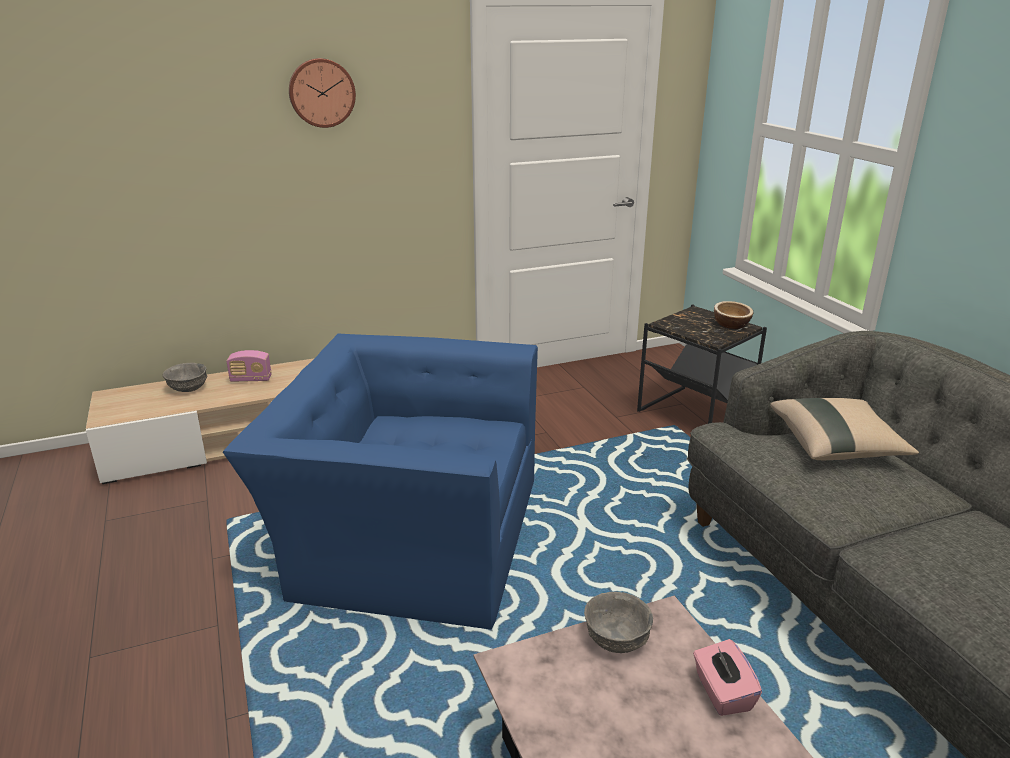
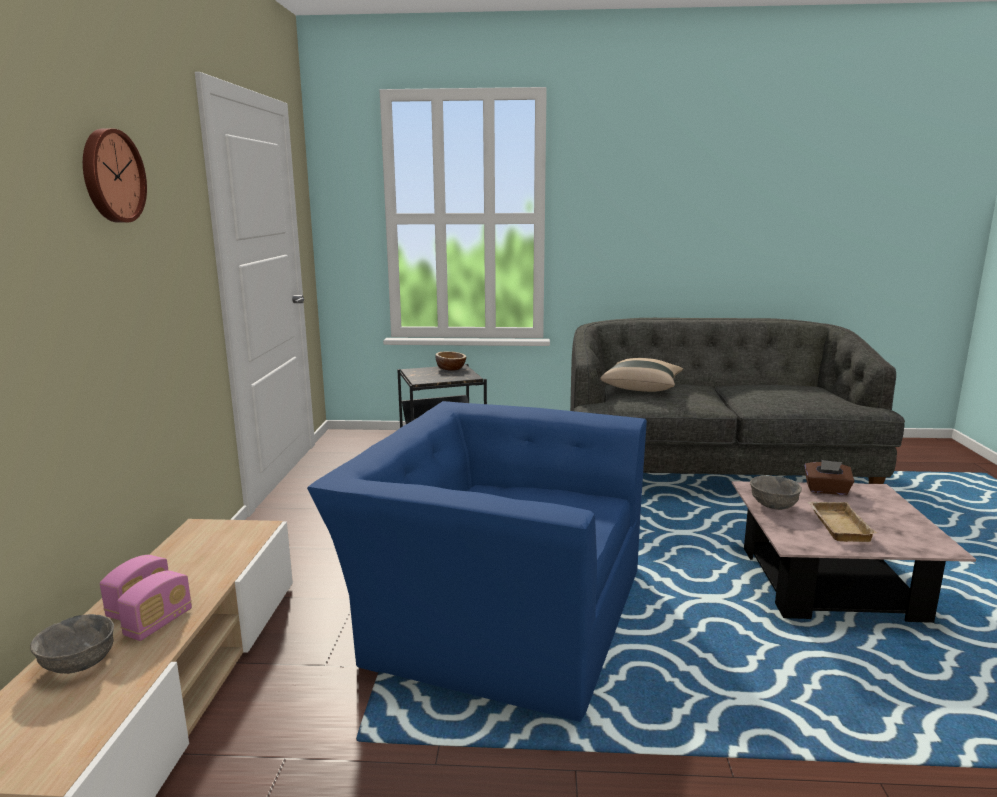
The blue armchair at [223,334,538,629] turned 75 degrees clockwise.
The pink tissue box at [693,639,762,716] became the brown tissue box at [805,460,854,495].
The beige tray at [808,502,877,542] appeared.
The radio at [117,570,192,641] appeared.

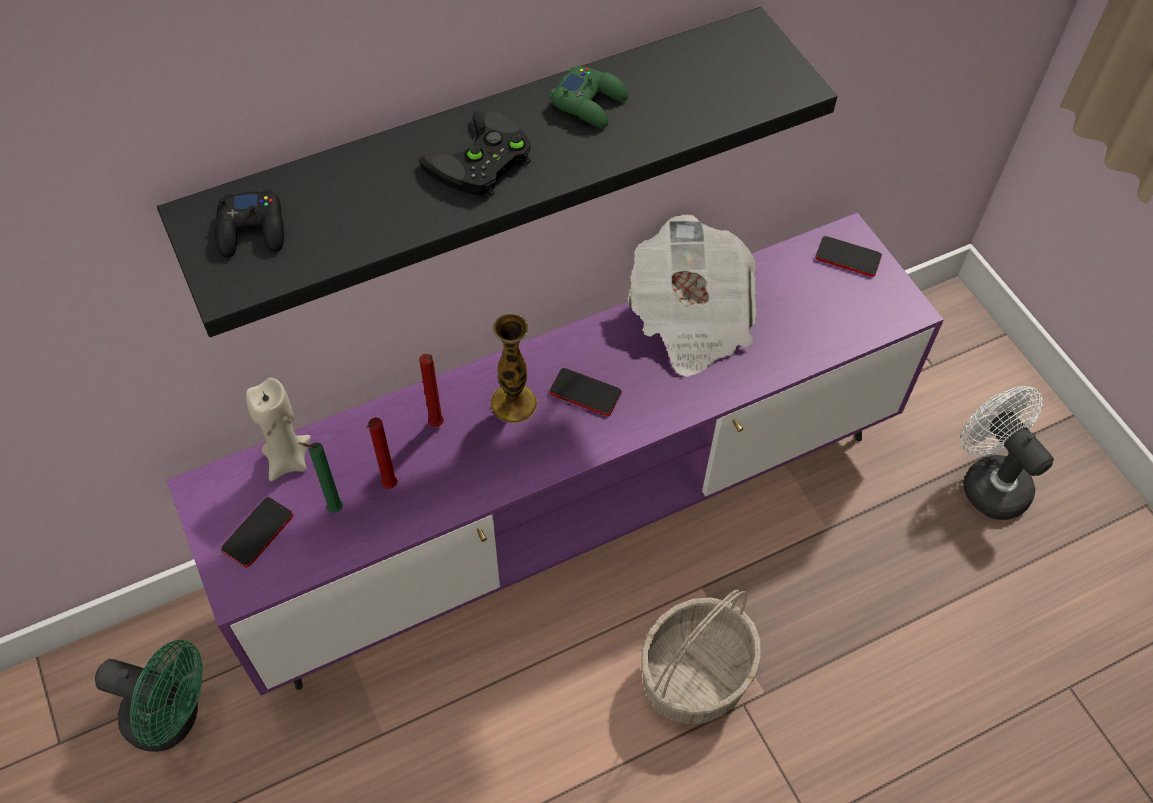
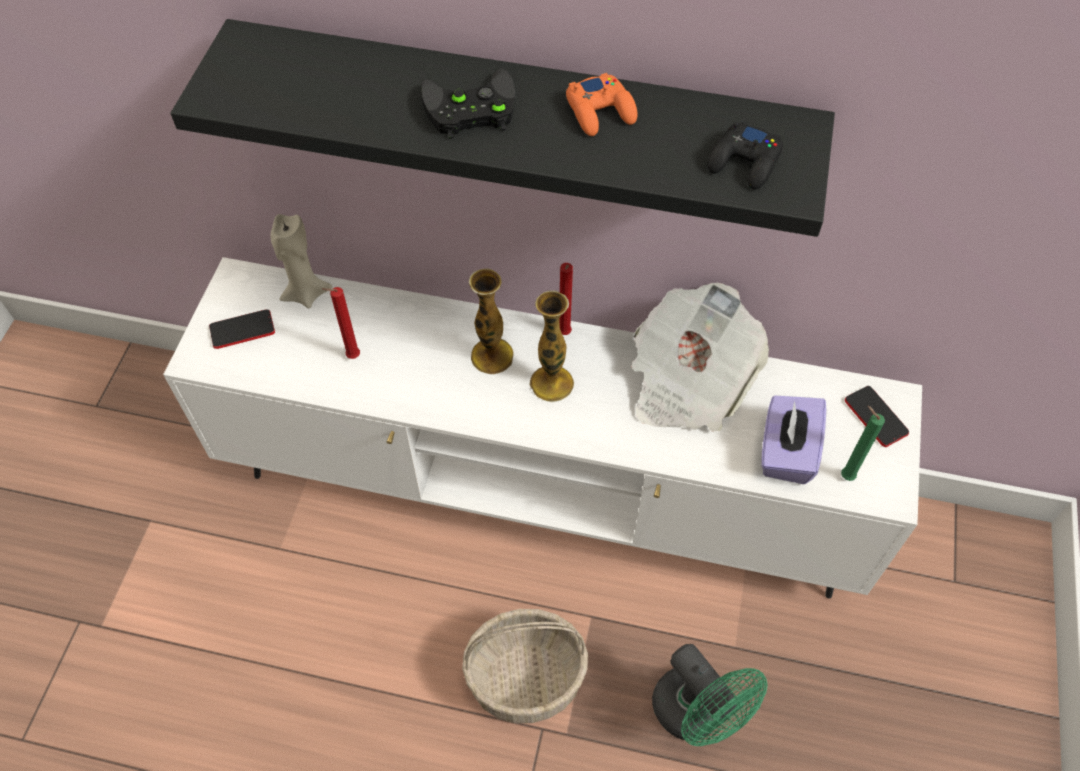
The green game controller at [550,66,628,128] became the orange game controller at [566,73,638,136].
The black game controller moved from [215,189,284,258] to [707,121,783,190].
The purple tv stand at [167,212,944,695] became the white tv stand at [163,257,922,599].
The red candle moved from [419,354,444,427] to [559,263,573,335].
The phone at [549,368,622,416] was replaced by the vase at [529,290,574,402].
The white fan at [961,386,1054,520] disappeared.
The green candle moved from [298,442,343,513] to [841,406,885,481].
The green fan moved from [95,640,203,752] to [652,644,768,746].
The purple tissue box at [762,396,826,484] appeared.

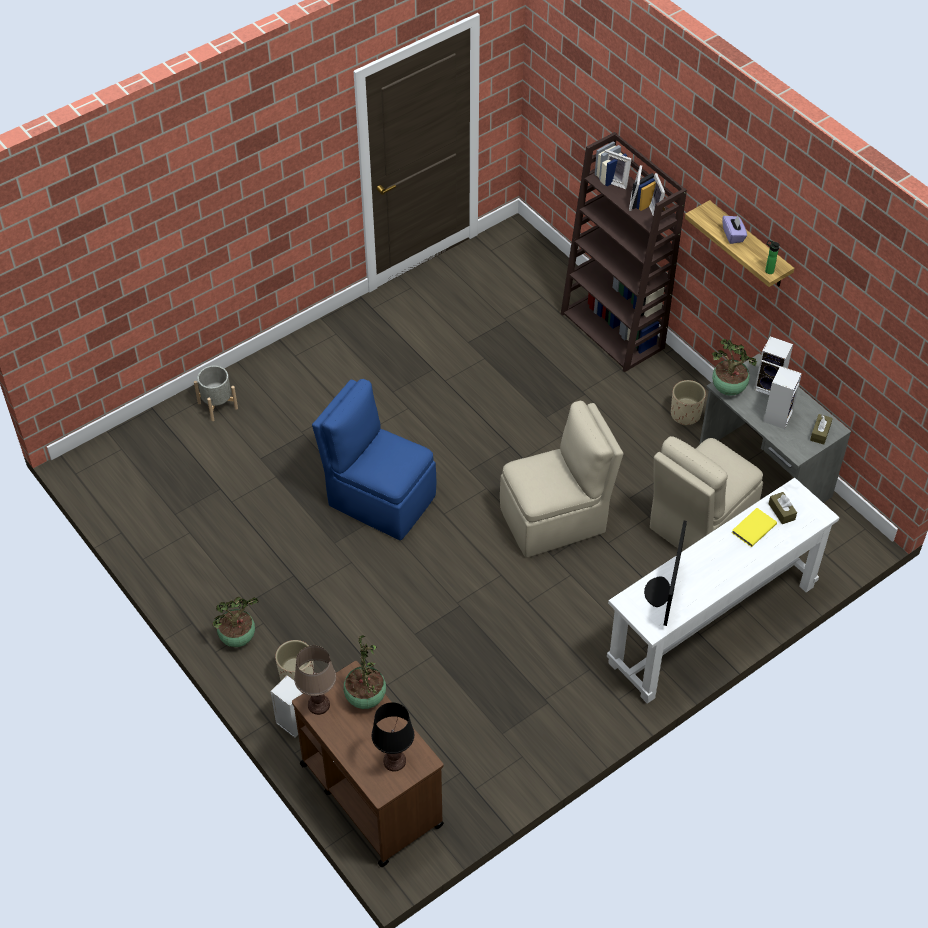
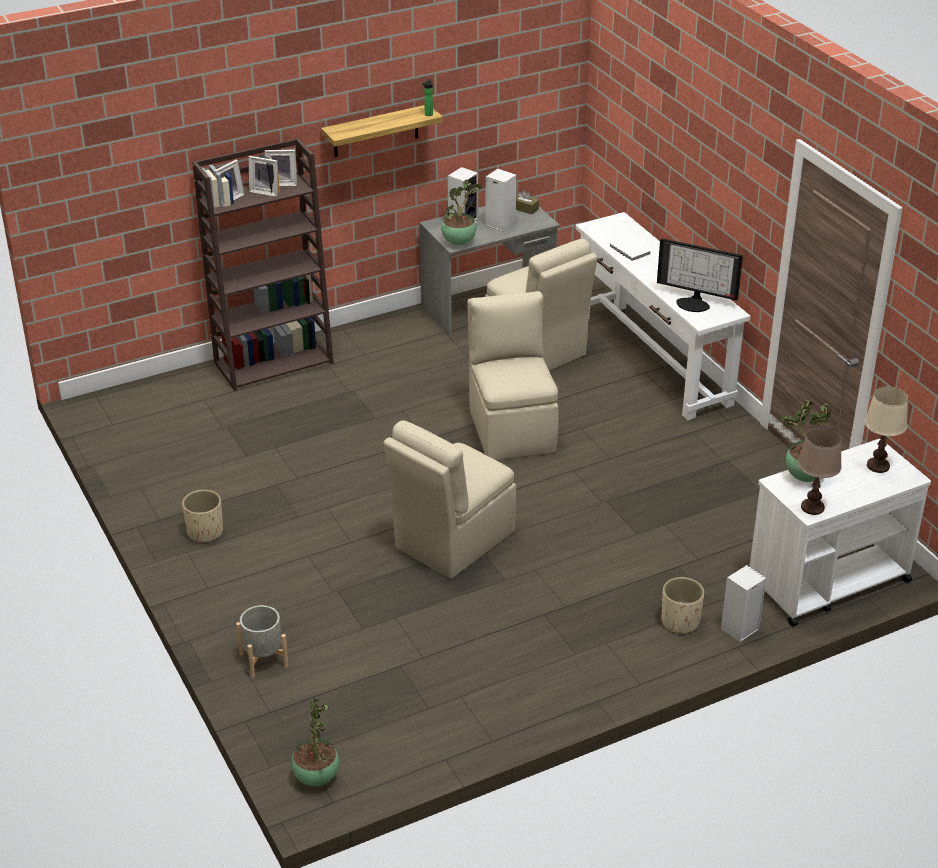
The purple tissue box at [723,215,747,244] disappeared.
The blue chair at [312,379,436,540] became the beige chair at [383,421,516,579].
The beige planter moved from [671,380,706,426] to [182,490,223,543].
The brown tissue box at [769,492,797,524] disappeared.
The yellow book at [732,508,777,547] became the white book at [609,237,650,261].
The potted plant moved from [212,597,259,647] to [291,699,339,787].
The brown cart at [292,661,444,867] became the white cart at [749,439,931,626].
The black table lamp at [372,702,414,771] became the beige table lamp at [864,386,908,473].

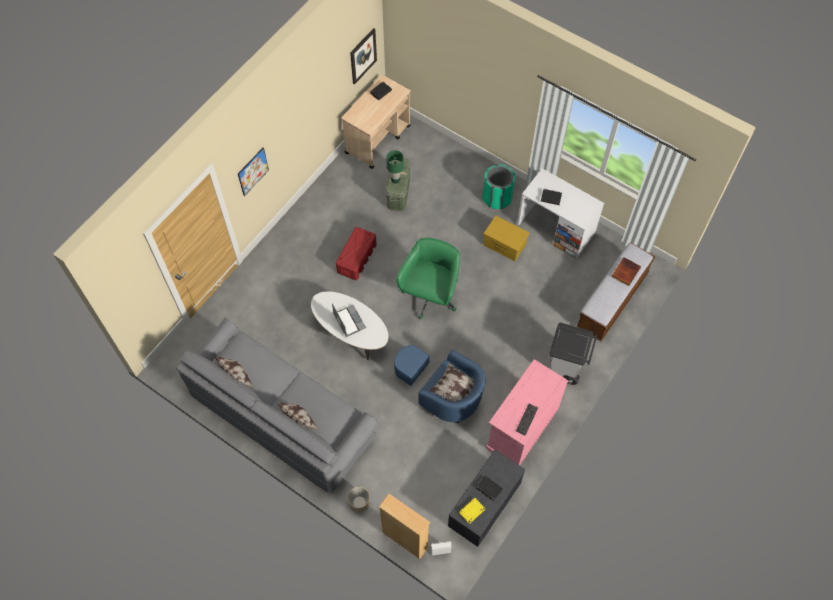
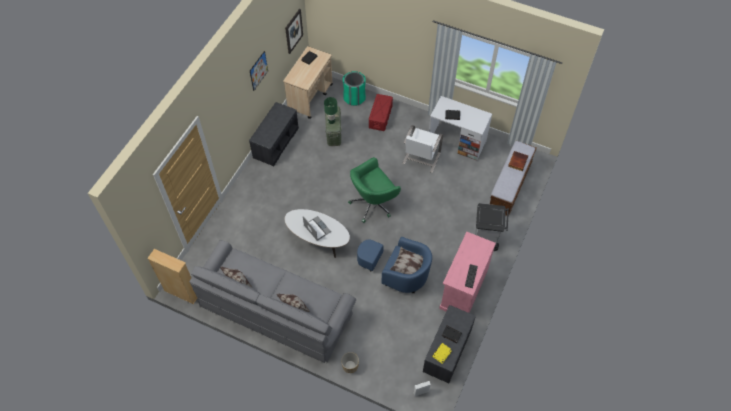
The picture moved from [238,147,269,196] to [250,51,268,91].
The green trash can moved from [482,164,516,209] to [343,71,366,106].
The yellow storage box at [483,216,530,261] was replaced by the white chair at [402,125,443,173].
The red storage box moved from [336,227,377,280] to [369,94,393,131].
The green office chair at [396,238,460,319] turned 135 degrees counterclockwise.
The beige bookcase moved from [379,493,430,559] to [147,249,197,304].
The grey bench at [249,102,299,166] appeared.

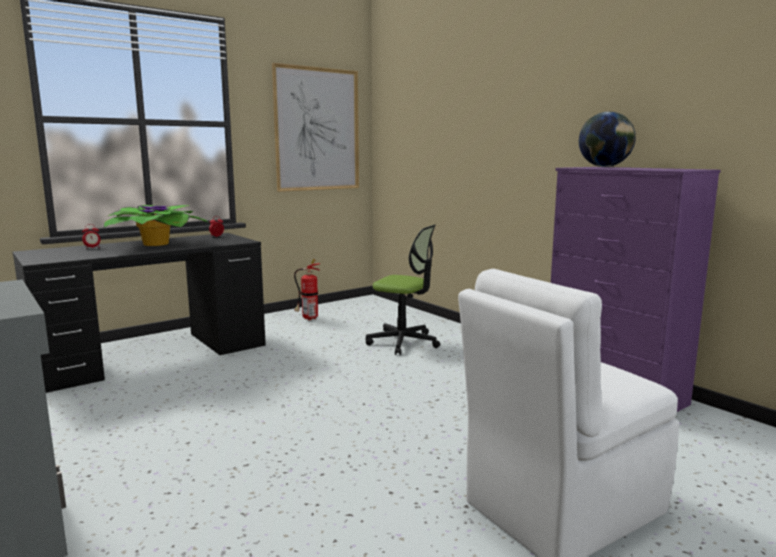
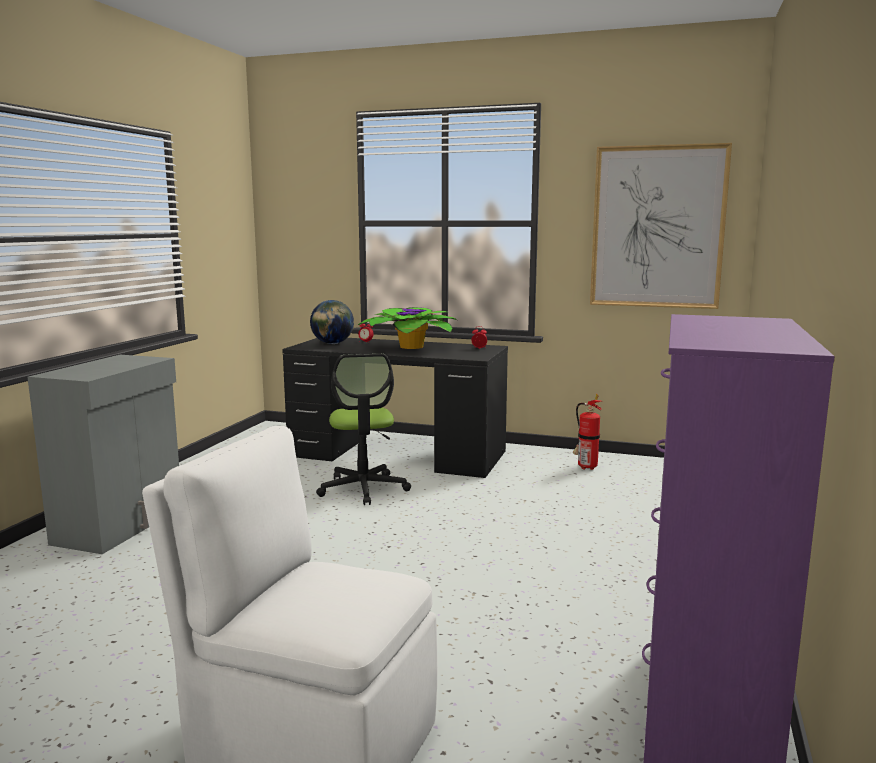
The globe moved from [579,112,636,167] to [310,300,354,344].
The office chair moved from [366,225,440,355] to [316,354,411,505].

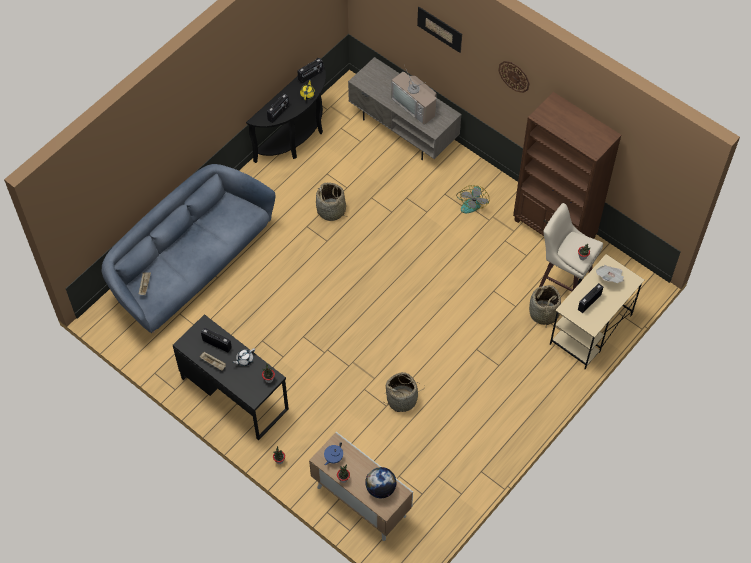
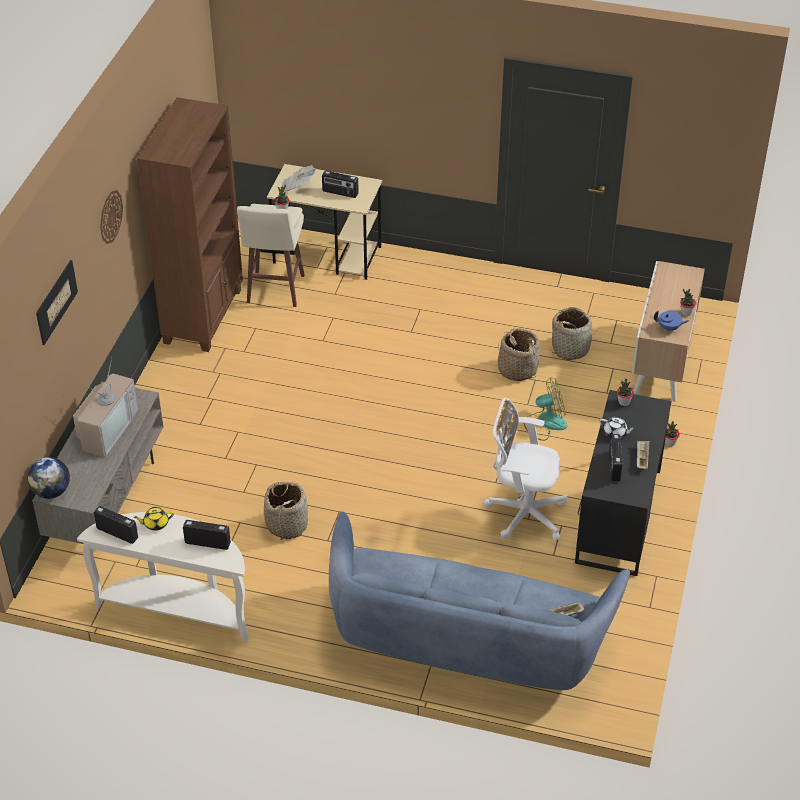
The black console table at [246,58,326,163] became the white console table at [77,512,249,643].
The fan moved from [456,185,490,213] to [523,377,567,441].
The basket moved from [529,285,561,327] to [549,307,598,360].
The globe moved from [365,467,397,498] to [27,457,70,499].
The white office chair at [483,398,568,541] appeared.

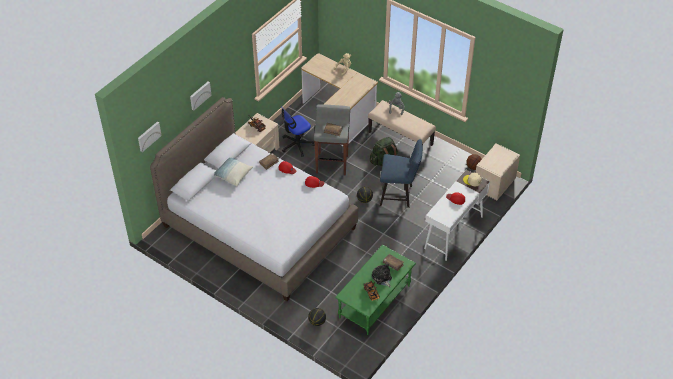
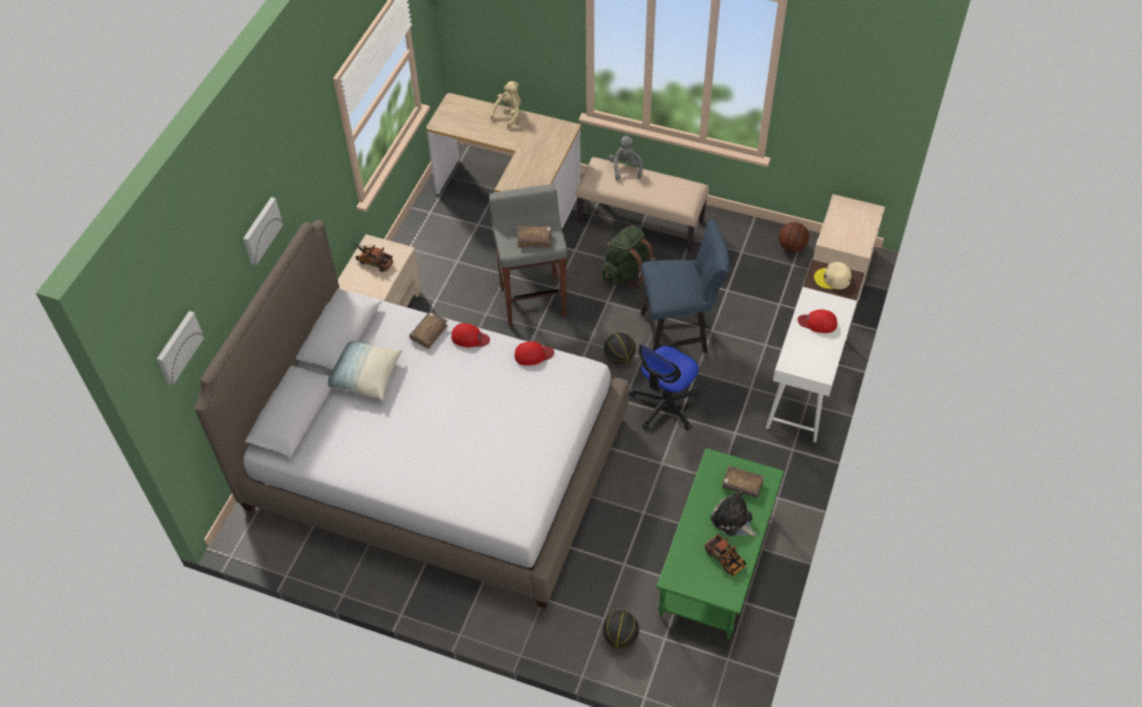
The office chair moved from [281,107,315,157] to [629,343,701,431].

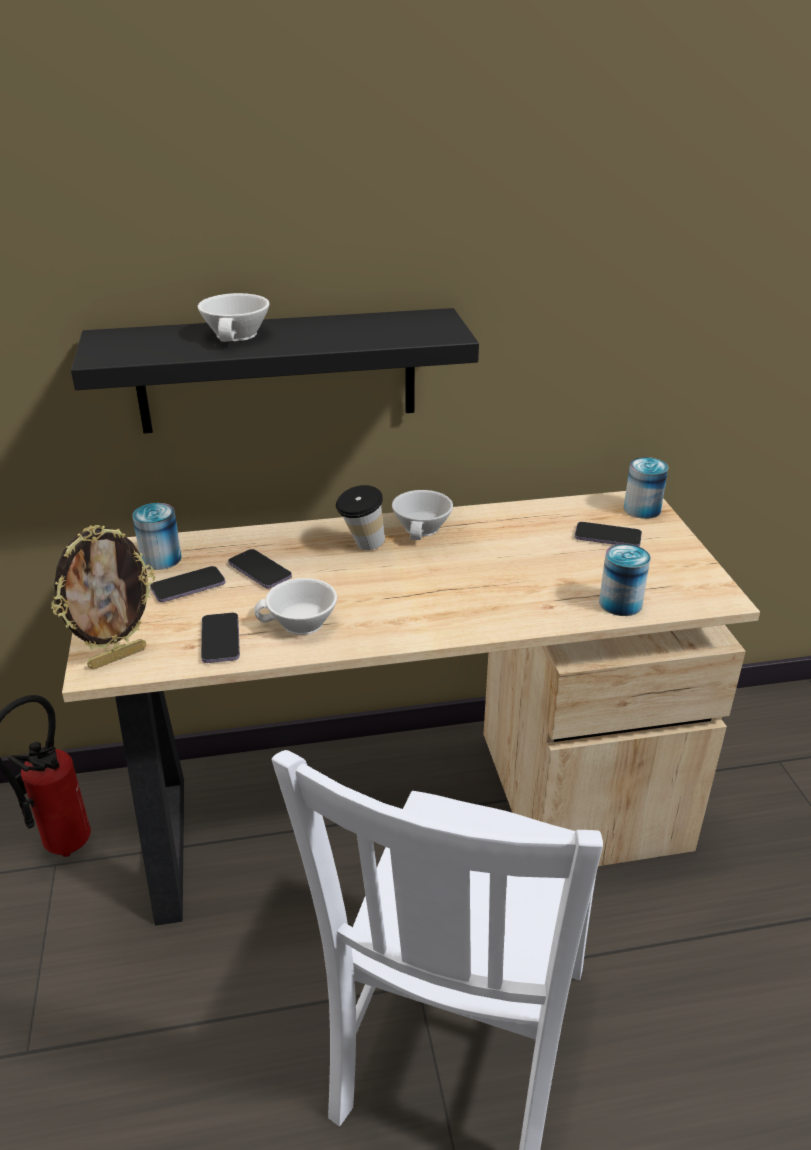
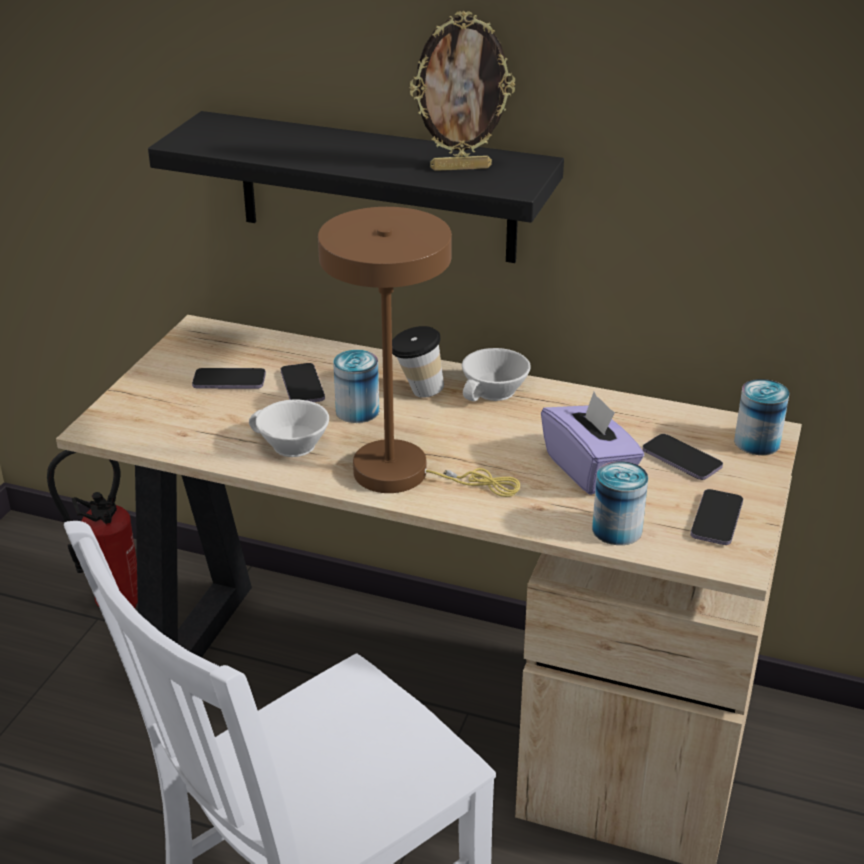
The white cup at [198,293,270,342] disappeared.
The can moved from [132,503,182,570] to [333,350,379,423].
The picture frame moved from [51,525,155,670] to [409,10,516,171].
The phone moved from [201,613,240,663] to [691,489,743,545].
The brown table lamp at [318,207,520,497] appeared.
The purple tissue box at [541,392,644,495] appeared.

